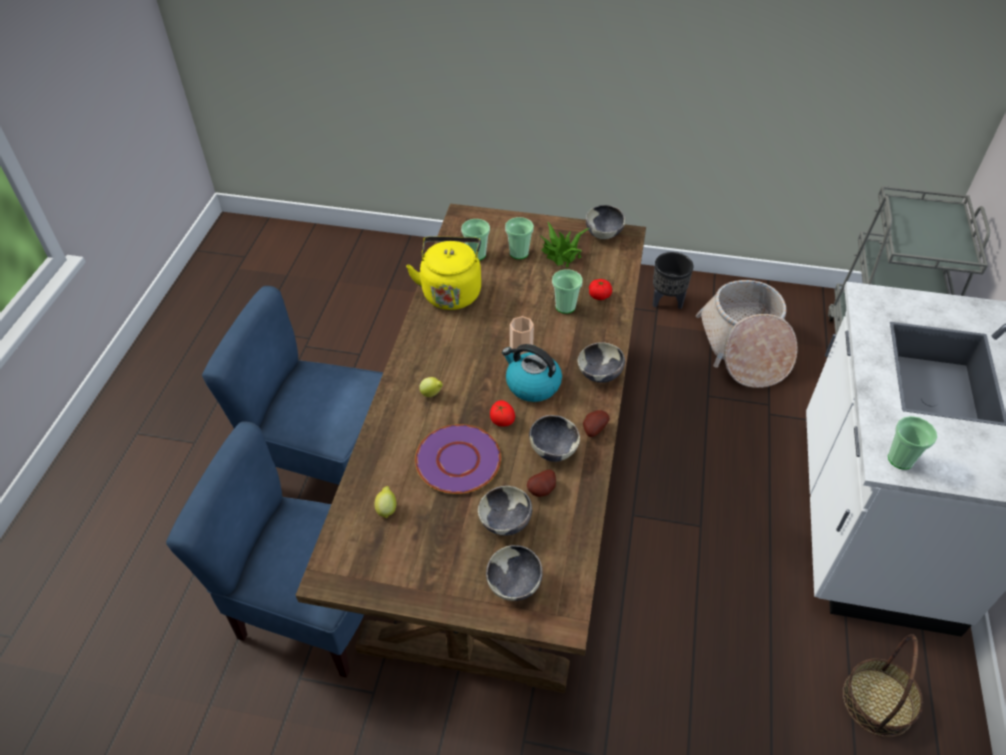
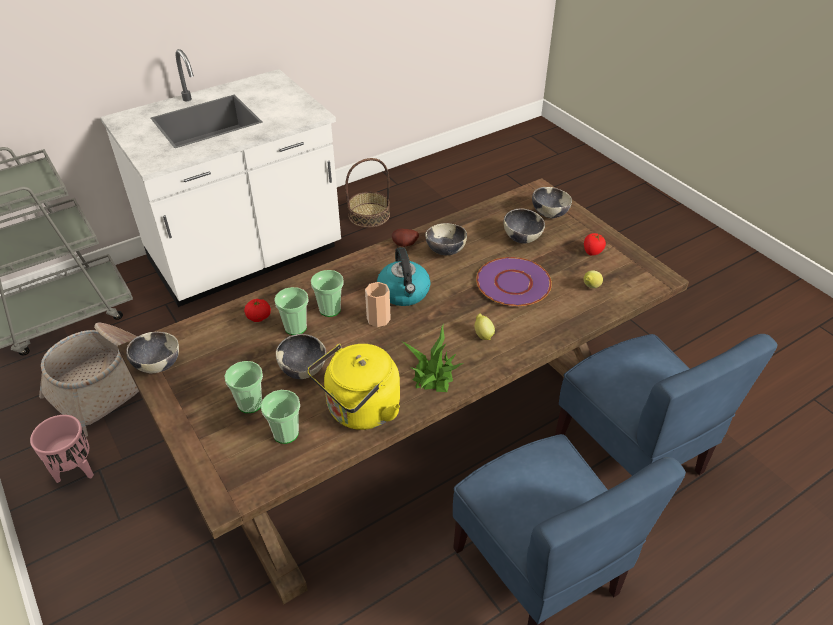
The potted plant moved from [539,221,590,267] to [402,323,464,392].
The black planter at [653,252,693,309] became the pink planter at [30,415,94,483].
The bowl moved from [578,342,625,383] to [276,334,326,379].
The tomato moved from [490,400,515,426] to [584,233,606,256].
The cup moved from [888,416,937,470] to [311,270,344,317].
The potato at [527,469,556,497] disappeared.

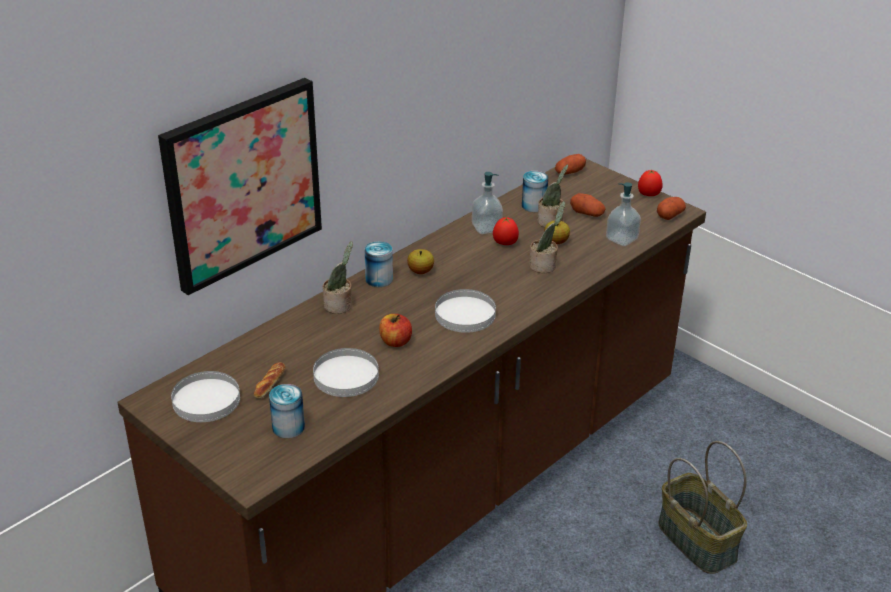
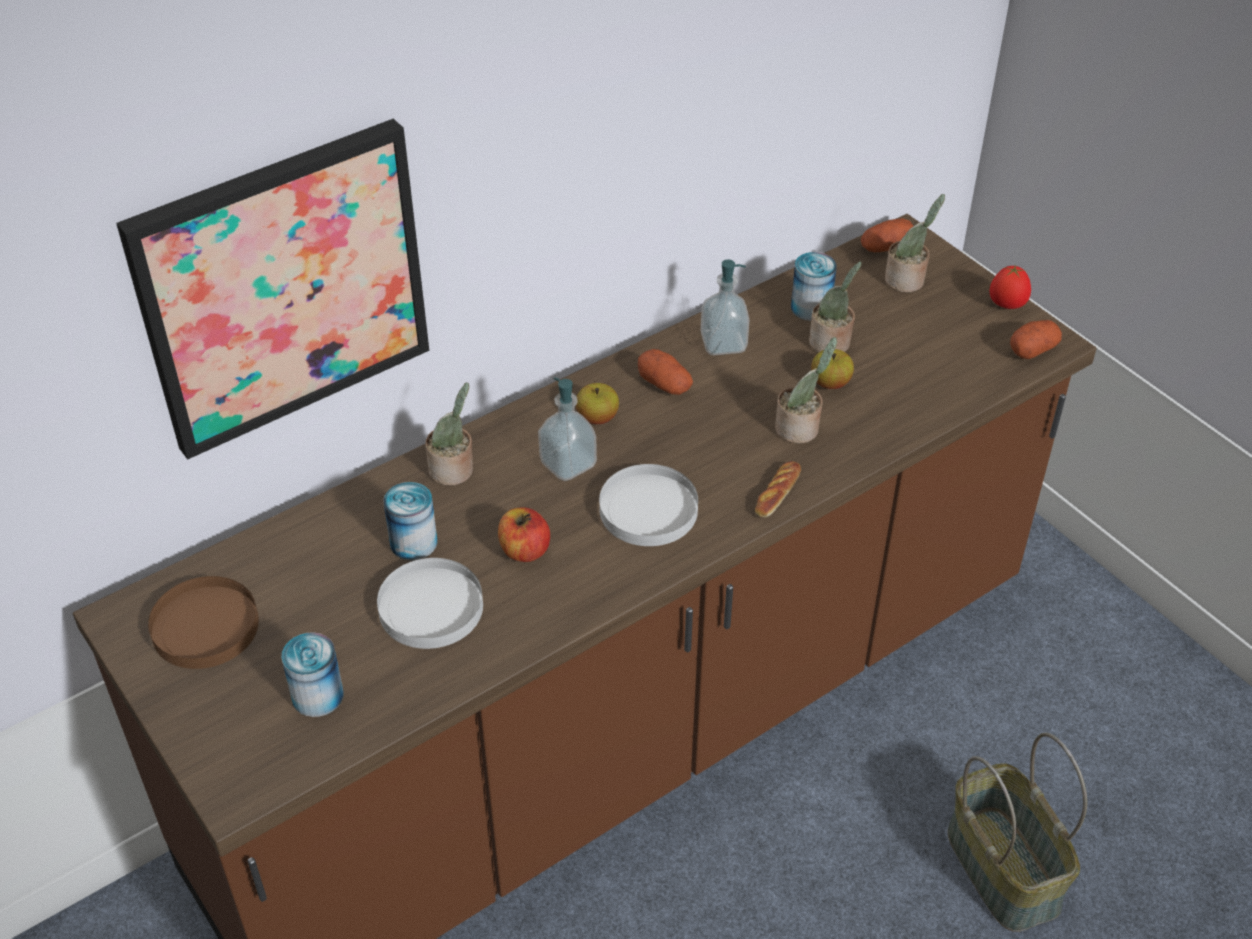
The soap dispenser moved from [606,182,641,246] to [538,377,597,481].
The potato moved from [570,193,606,217] to [638,349,693,395].
The tomato at [493,217,519,245] disappeared.
The can moved from [364,241,393,287] to [383,482,438,560].
The bread moved from [254,362,286,398] to [755,461,801,517].
The white plate at [171,371,240,422] became the brown plate at [148,576,259,669].
The potted plant at [885,194,945,292] appeared.

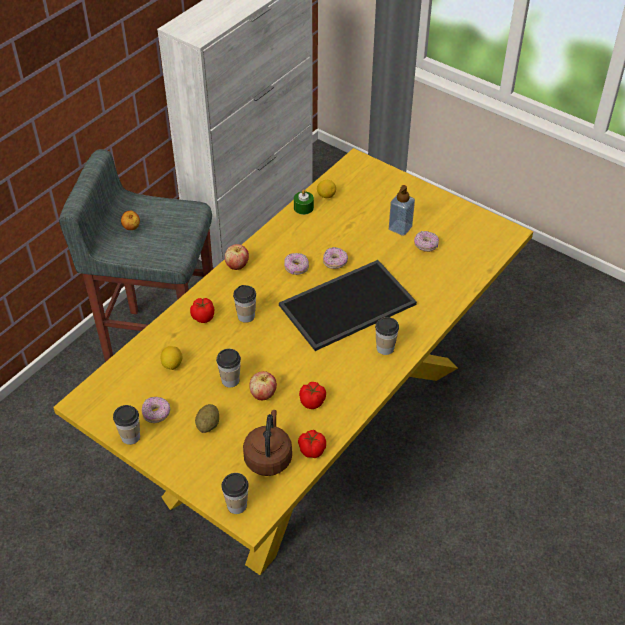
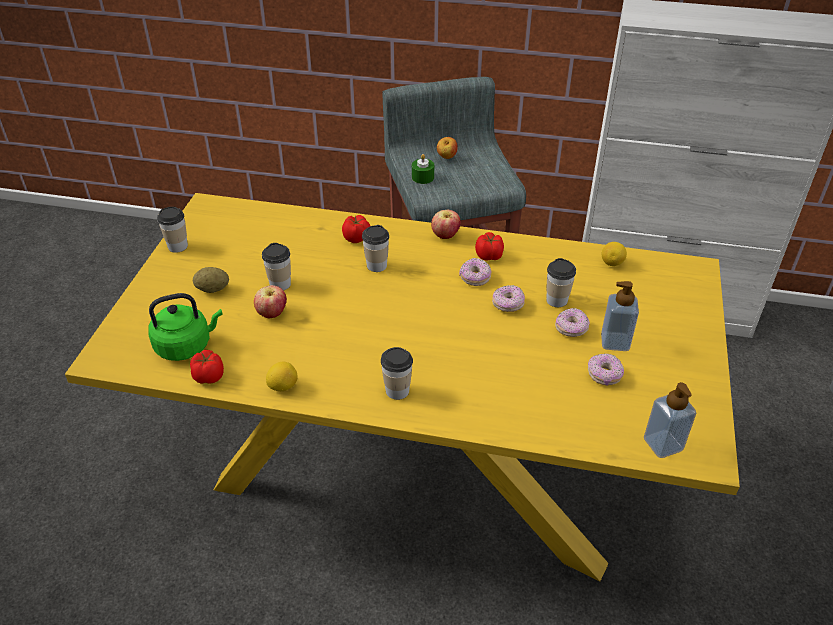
The green candle moved from [294,189,314,215] to [412,154,434,184].
The tray at [279,260,417,351] disappeared.
The lemon moved from [161,346,182,370] to [266,362,298,391].
The tomato moved from [299,382,326,409] to [475,232,504,261].
The donut moved from [142,397,170,423] to [555,308,590,337].
The brown kettle at [243,410,292,476] became the green kettle at [148,293,223,361].
The cup moved from [221,473,249,514] to [546,258,576,307].
The soap dispenser at [644,382,697,458] appeared.

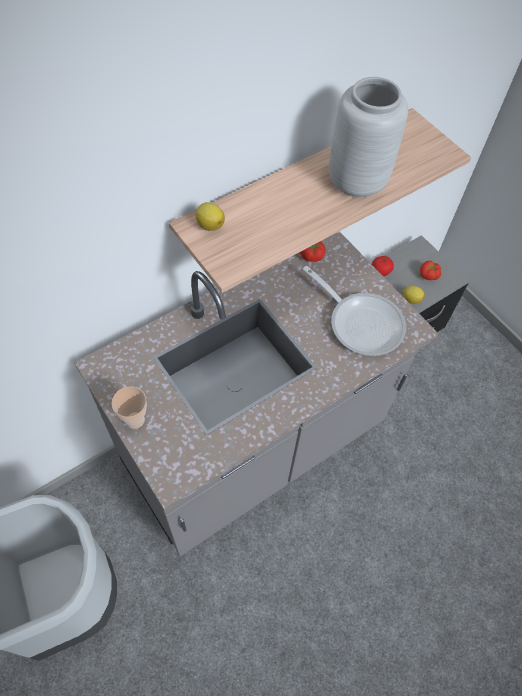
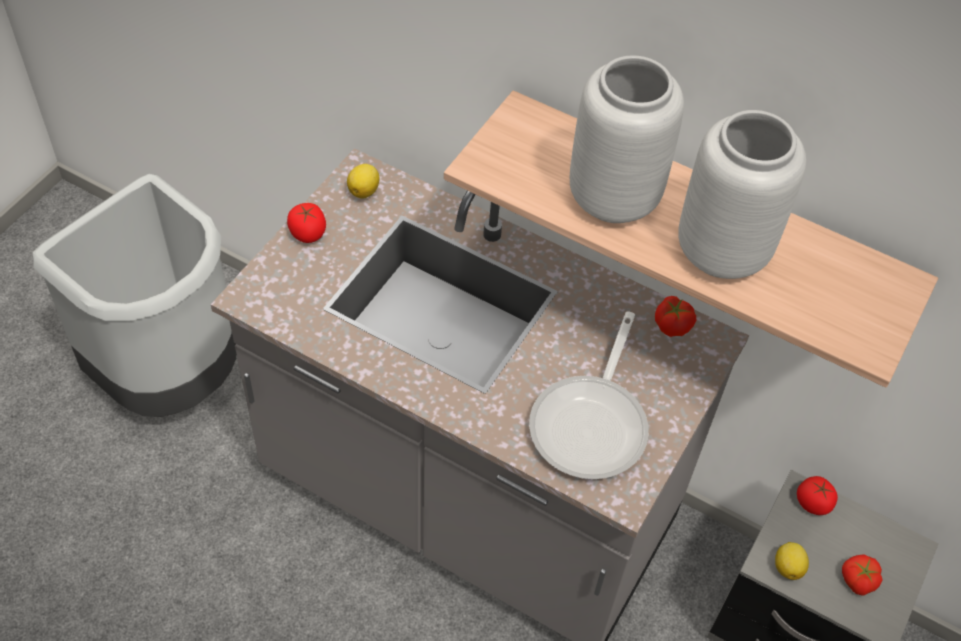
The lemon moved from [195,202,225,231] to [347,164,380,199].
The cup at [112,386,147,429] was replaced by the tomato at [287,203,326,243].
The grey vase at [570,55,684,223] appeared.

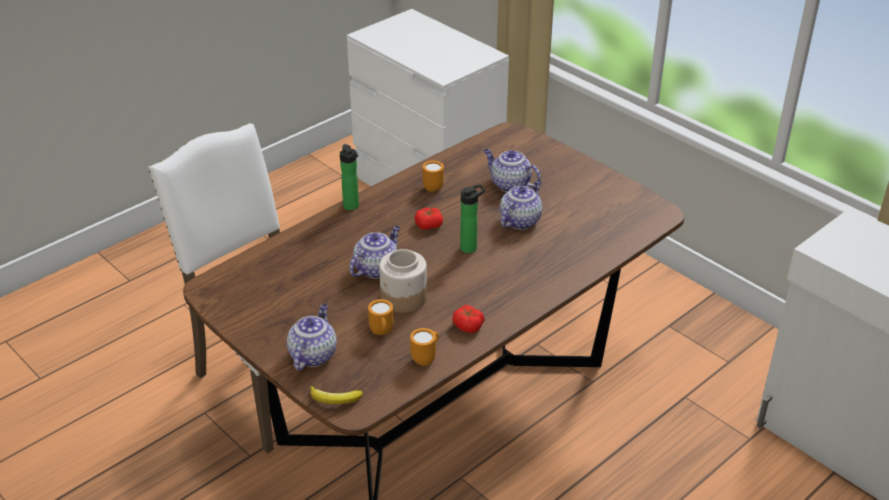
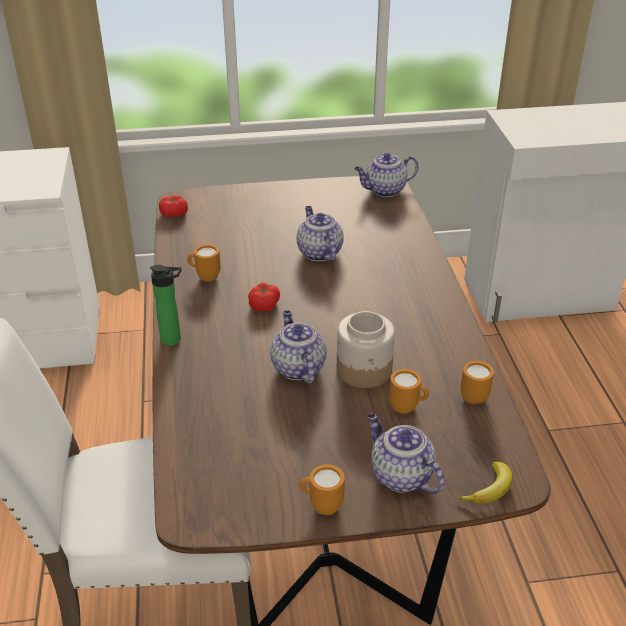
The teapot moved from [484,149,541,192] to [354,153,419,197].
The bottle at [460,184,485,253] disappeared.
The tomato moved from [452,305,485,333] to [159,195,188,217].
The orange mug at [299,464,345,515] appeared.

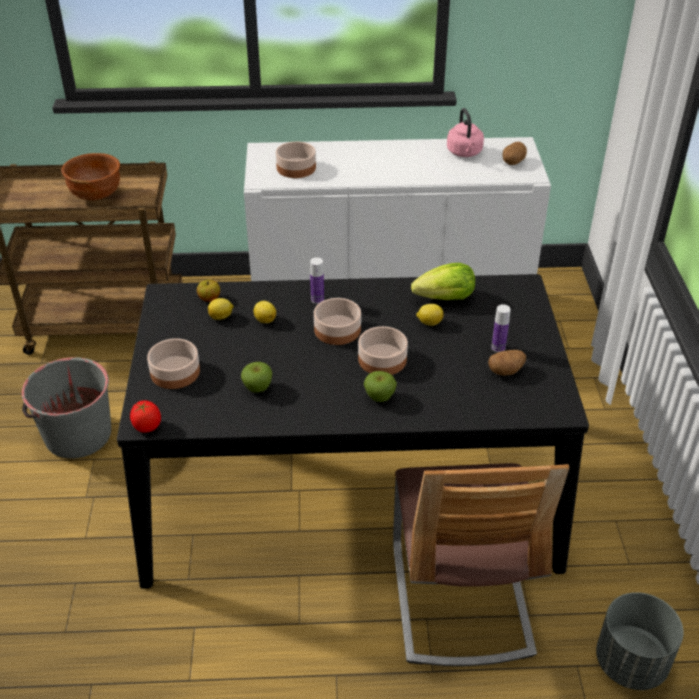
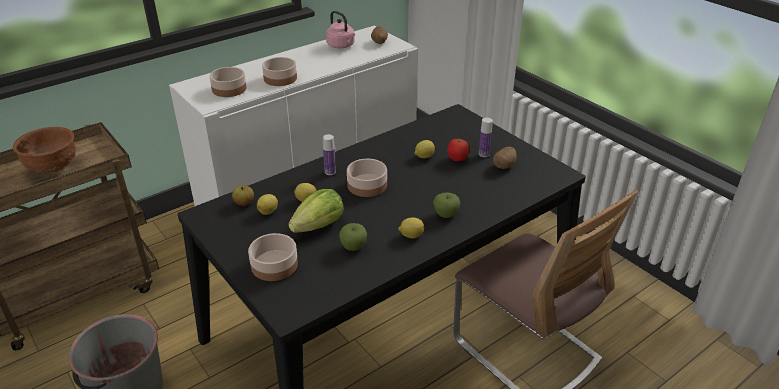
The lettuce moved from [411,263,475,300] to [288,189,344,232].
The bowl moved from [358,326,408,375] to [262,57,297,86].
The tomato moved from [130,400,161,433] to [447,139,469,161].
The grey planter at [596,592,684,690] disappeared.
The lemon at [399,217,424,238] appeared.

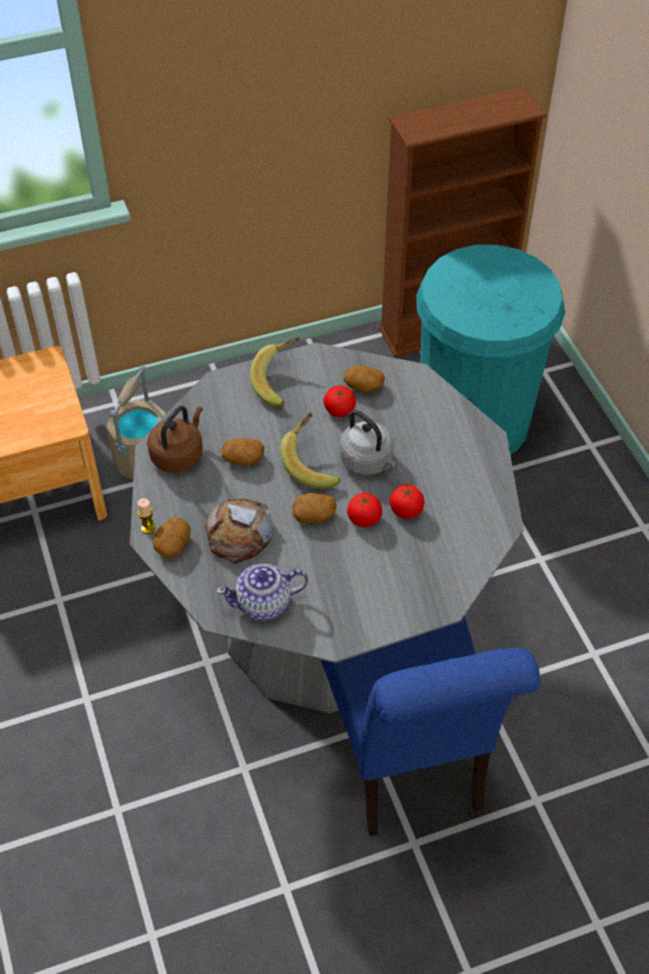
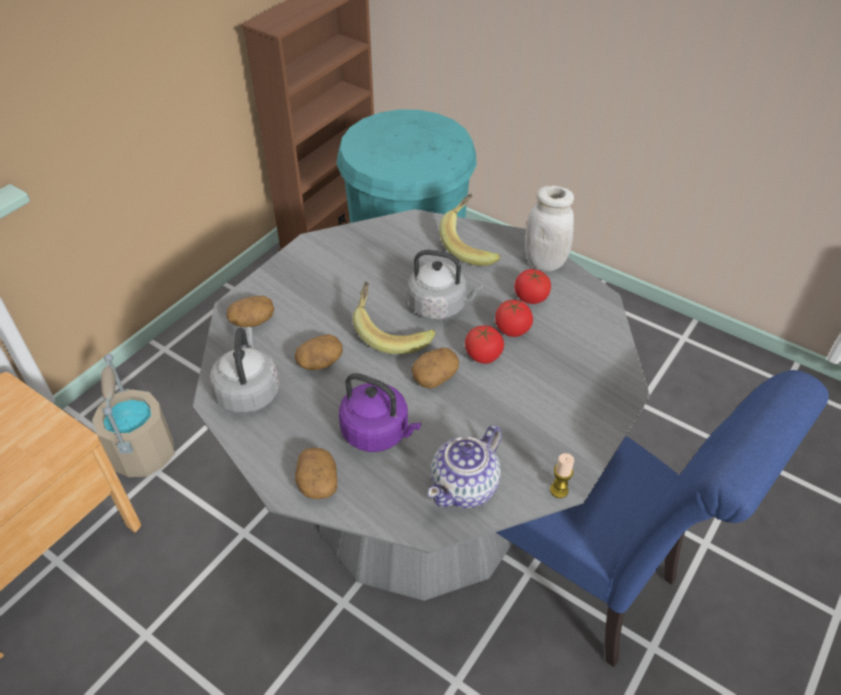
The banana moved from [250,337,300,407] to [439,194,501,266].
The potato moved from [344,366,385,393] to [226,296,275,327].
The tomato moved from [324,386,356,417] to [514,269,551,304].
The brown kettle at [147,406,203,472] became the grey kettle at [210,327,280,413].
The candle moved from [138,498,155,534] to [550,453,574,498].
The bread at [204,498,273,563] was replaced by the purple kettle at [339,373,421,452].
The white jar at [525,185,574,271] appeared.

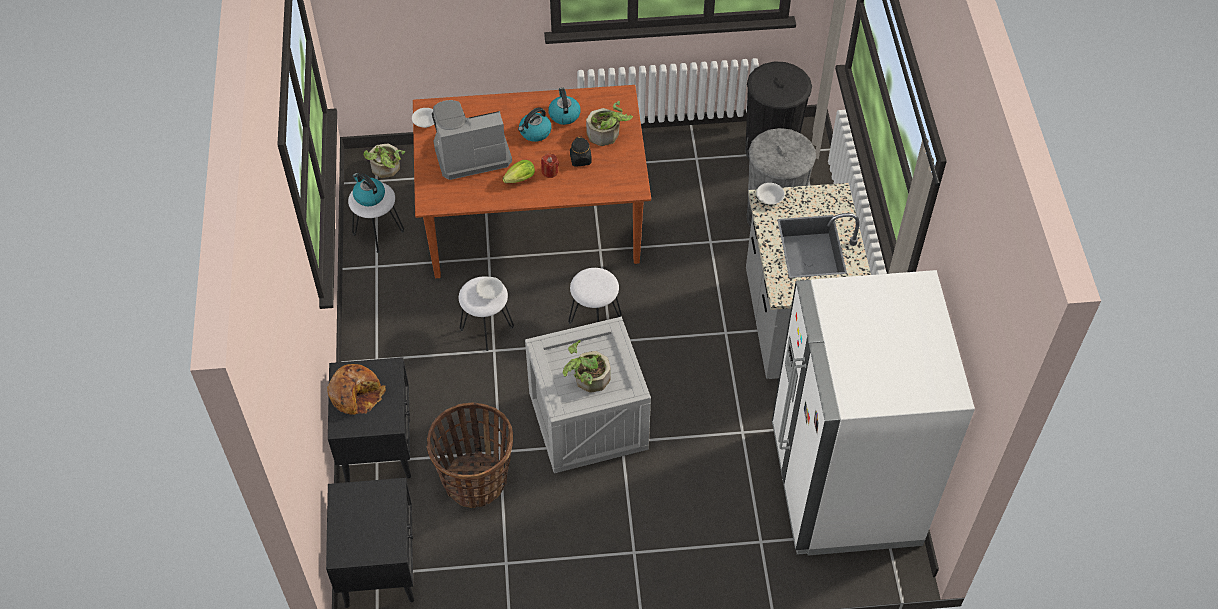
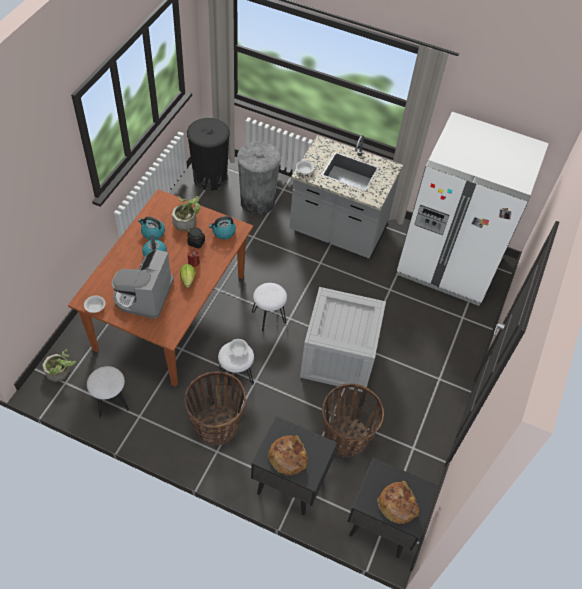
The kettle moved from [353,173,385,206] to [209,216,236,239].
The potted plant at [563,340,611,393] disappeared.
The basket at [185,371,246,445] appeared.
The bread at [377,481,419,524] appeared.

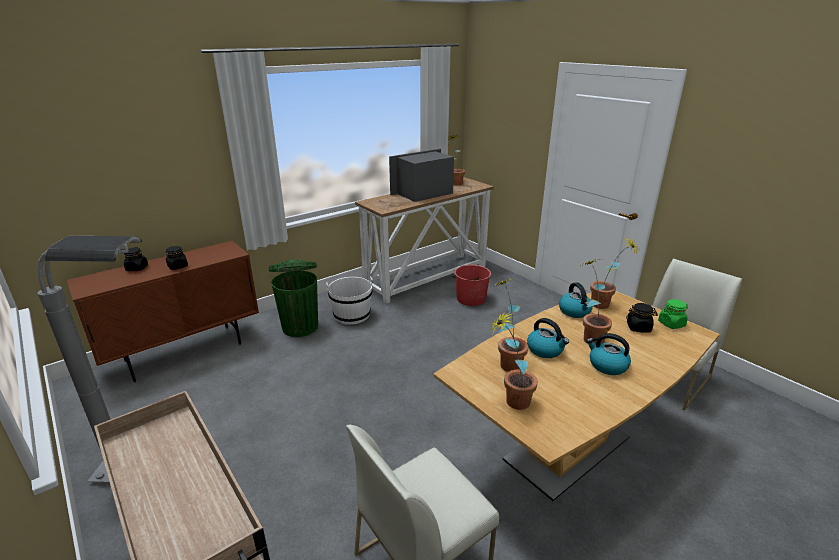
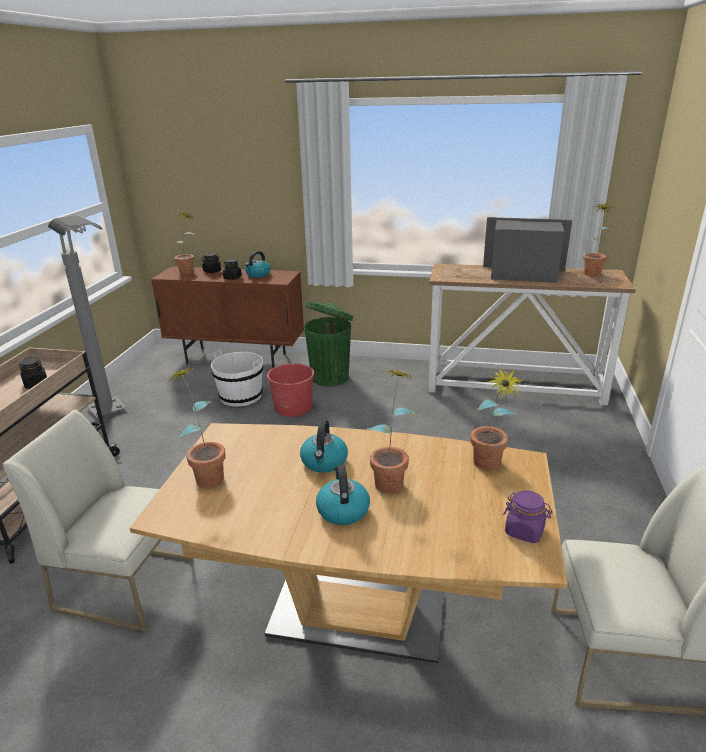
The red bucket moved from [453,265,491,306] to [267,363,317,417].
The white bucket moved from [326,276,372,325] to [211,349,263,407].
The potted plant moved from [495,279,529,372] to [175,213,195,275].
The kettle moved from [559,282,593,318] to [245,251,271,278].
The green jar at [658,299,688,329] became the purple jar at [503,490,553,543].
The black jar moved from [626,303,658,333] to [19,357,47,389].

